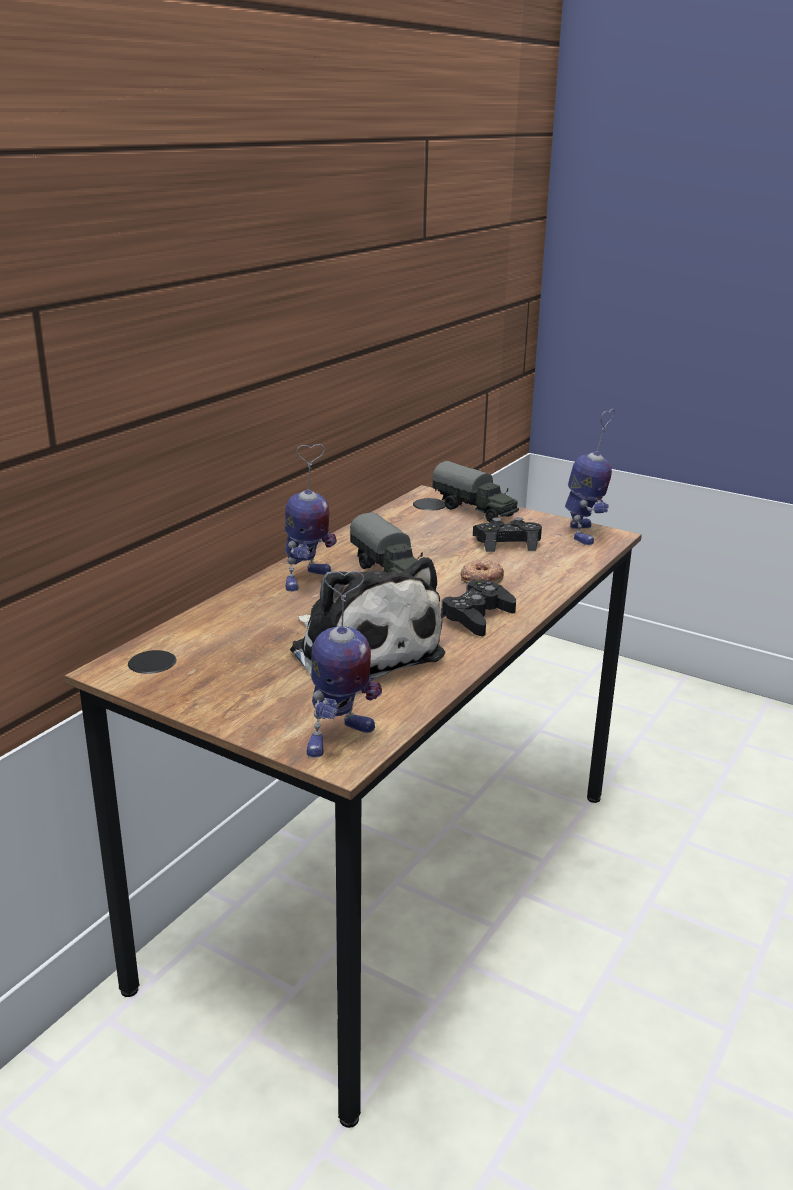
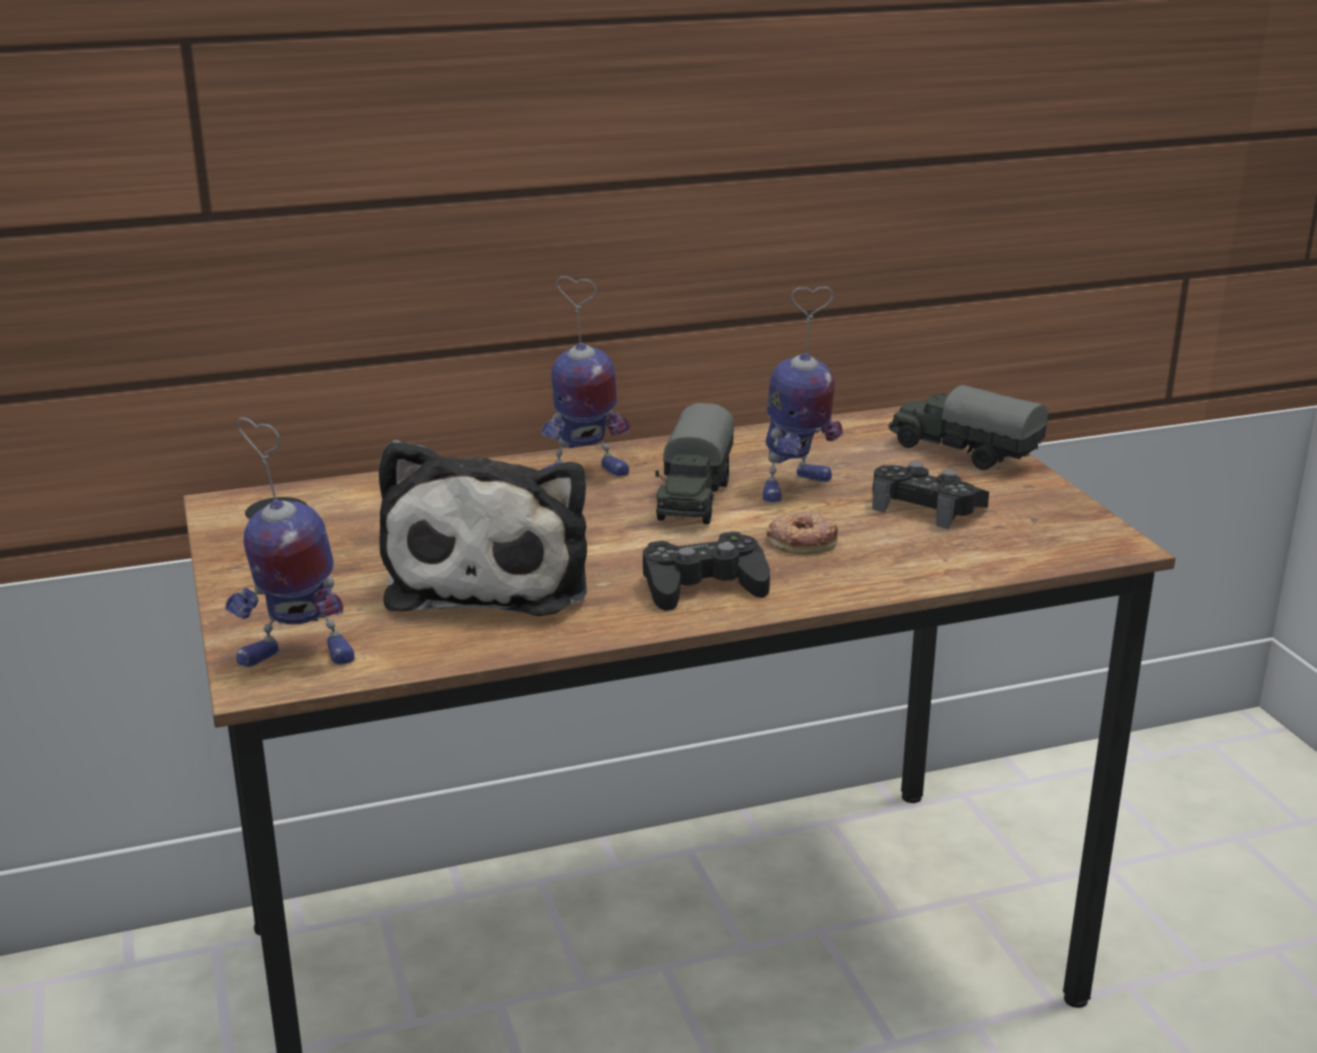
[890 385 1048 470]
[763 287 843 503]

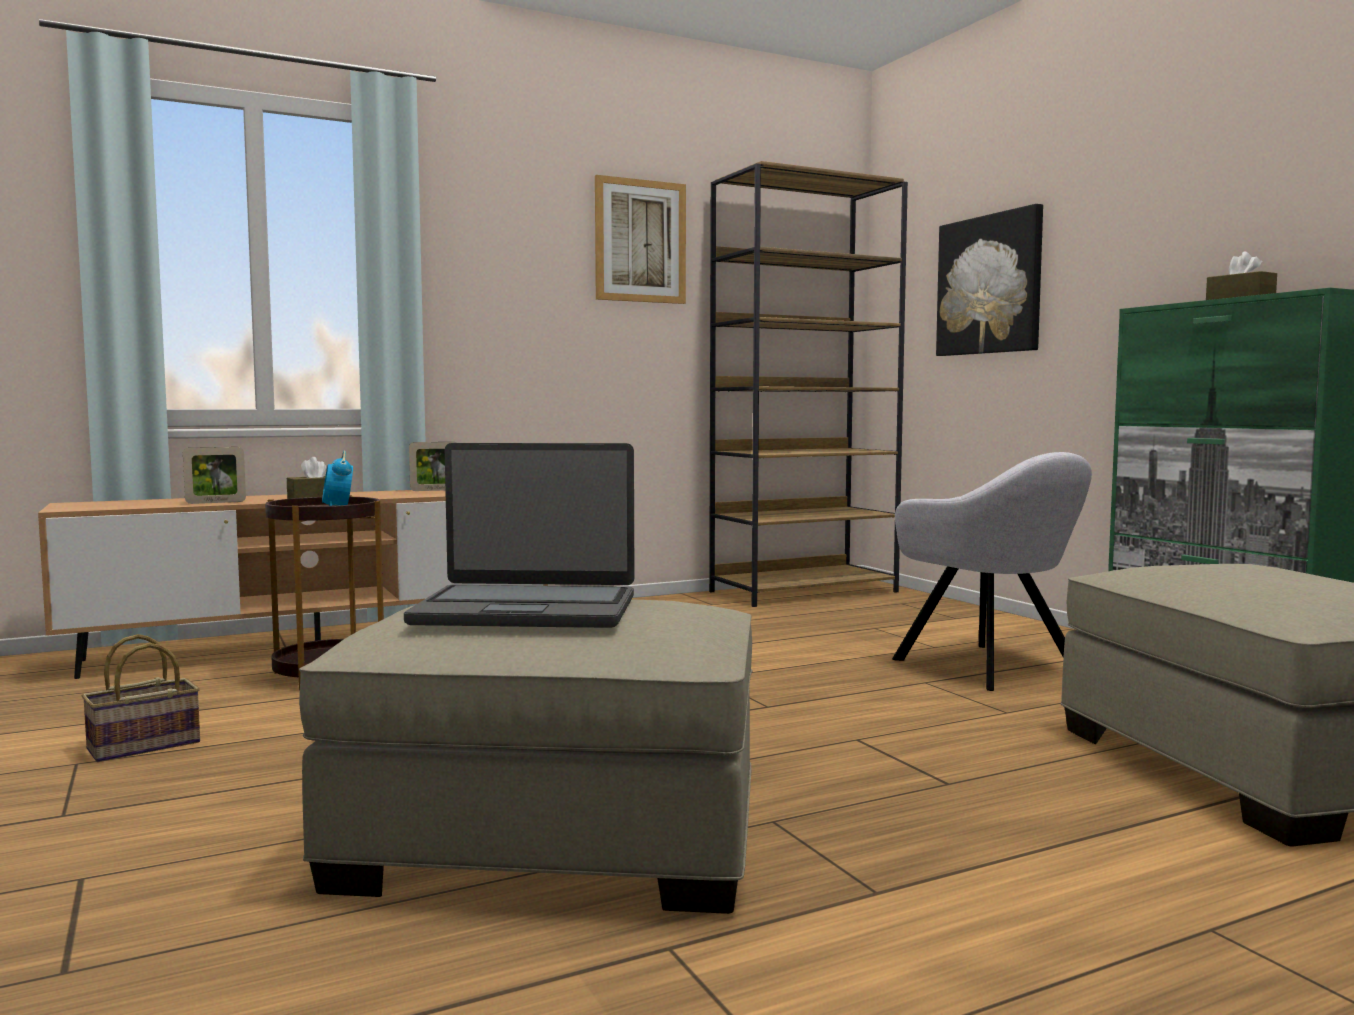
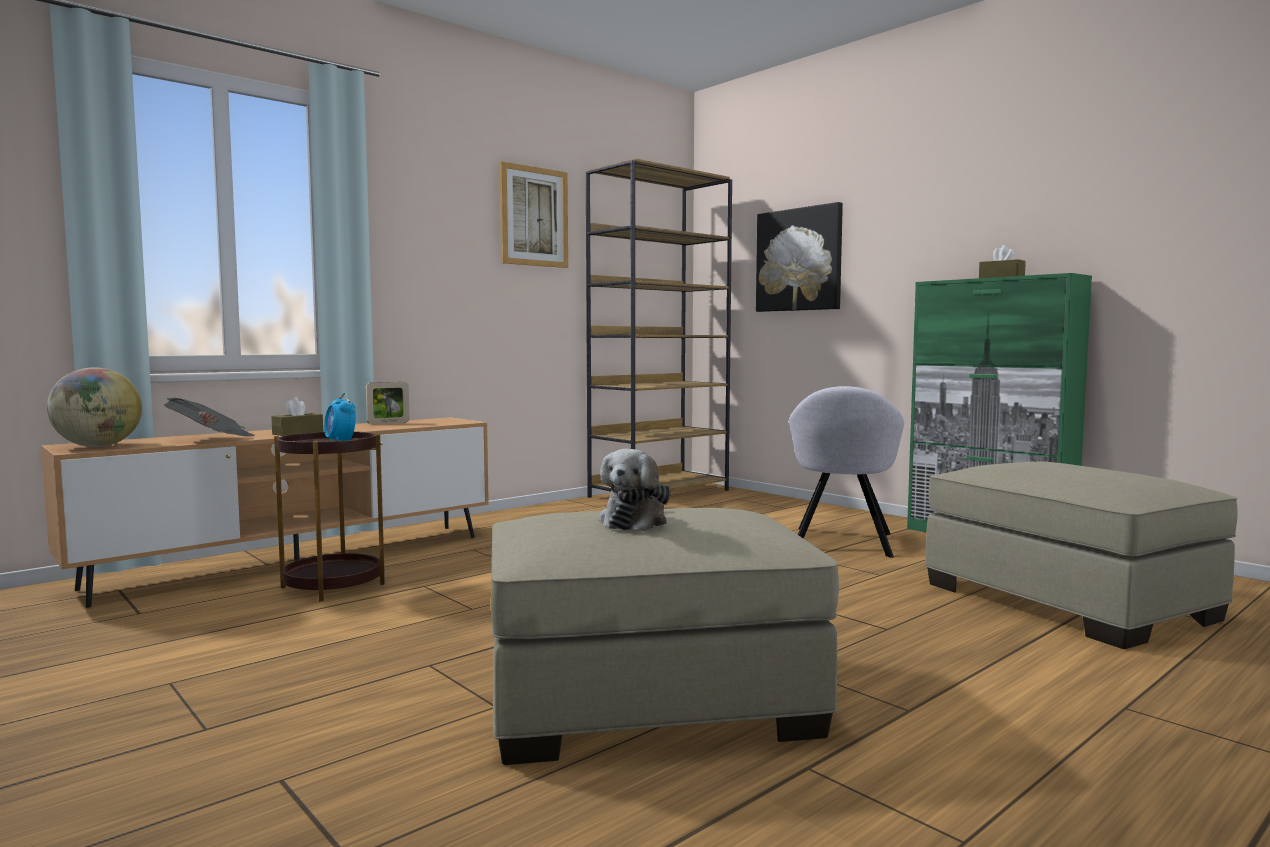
[81 634 200 762] (first image)
[164 398 255 437]
[599 449 671 531]
[789 386 904 558]
[47 367 142 447]

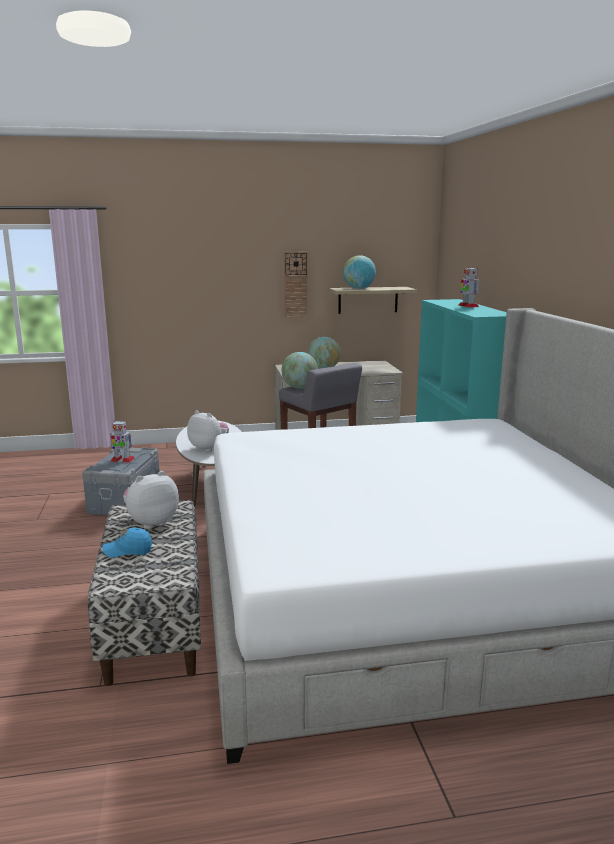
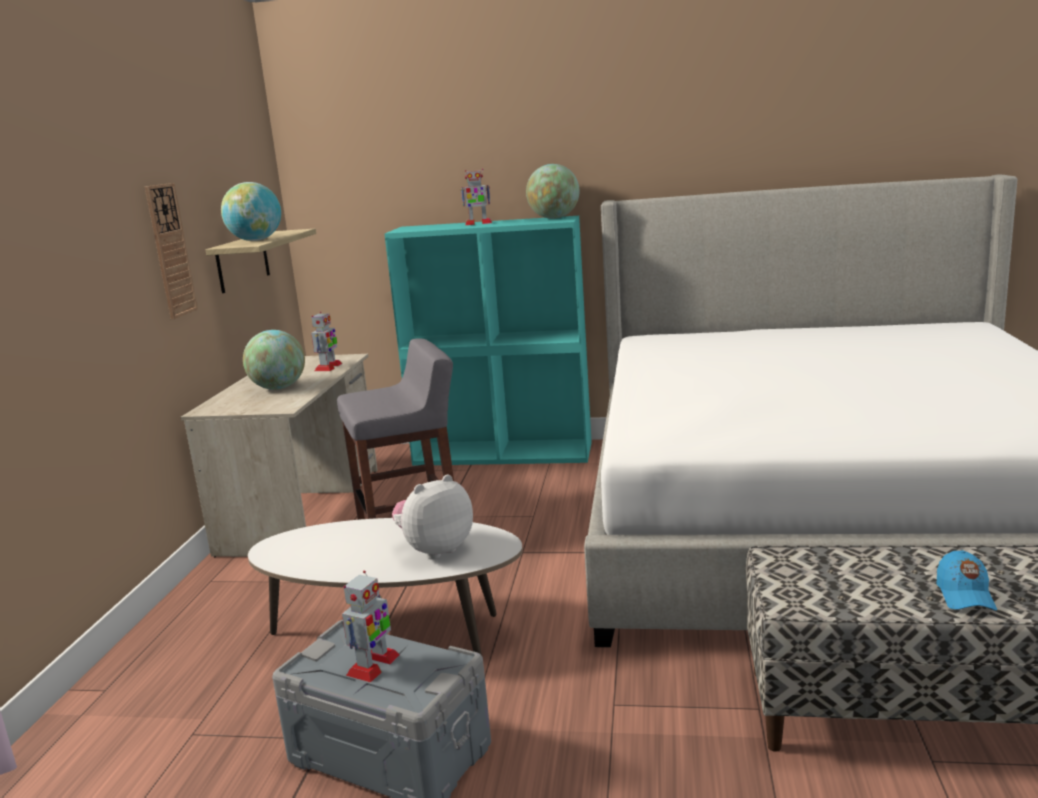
[123 471 179 529] (first image)
[526 164 580 219]
[311 312 342 371]

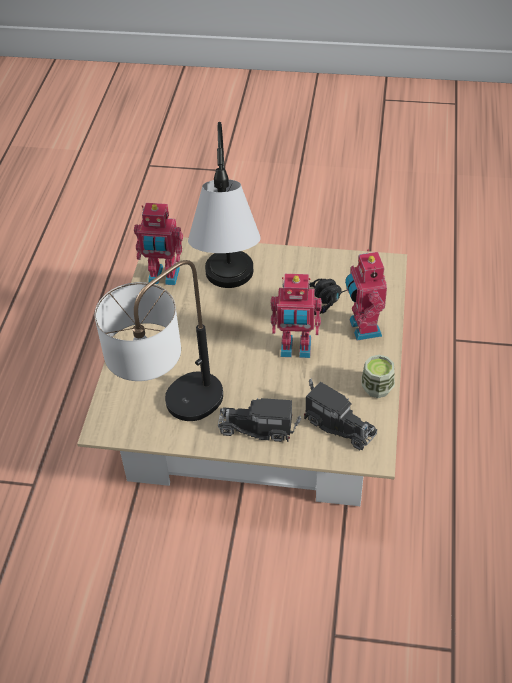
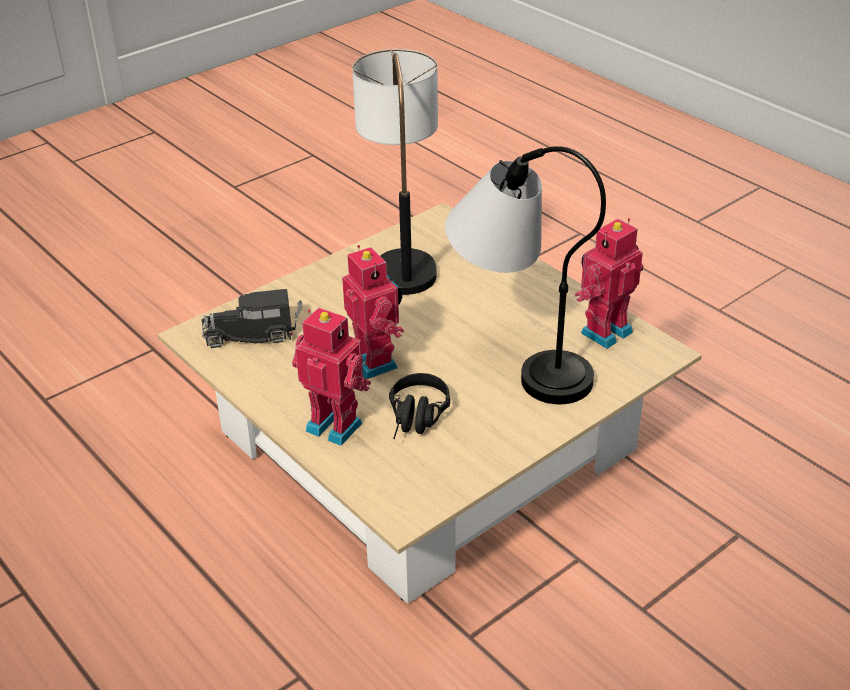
[218 398 301 442] (first image)
[342 245 404 379]
[361 355 395 398] (first image)

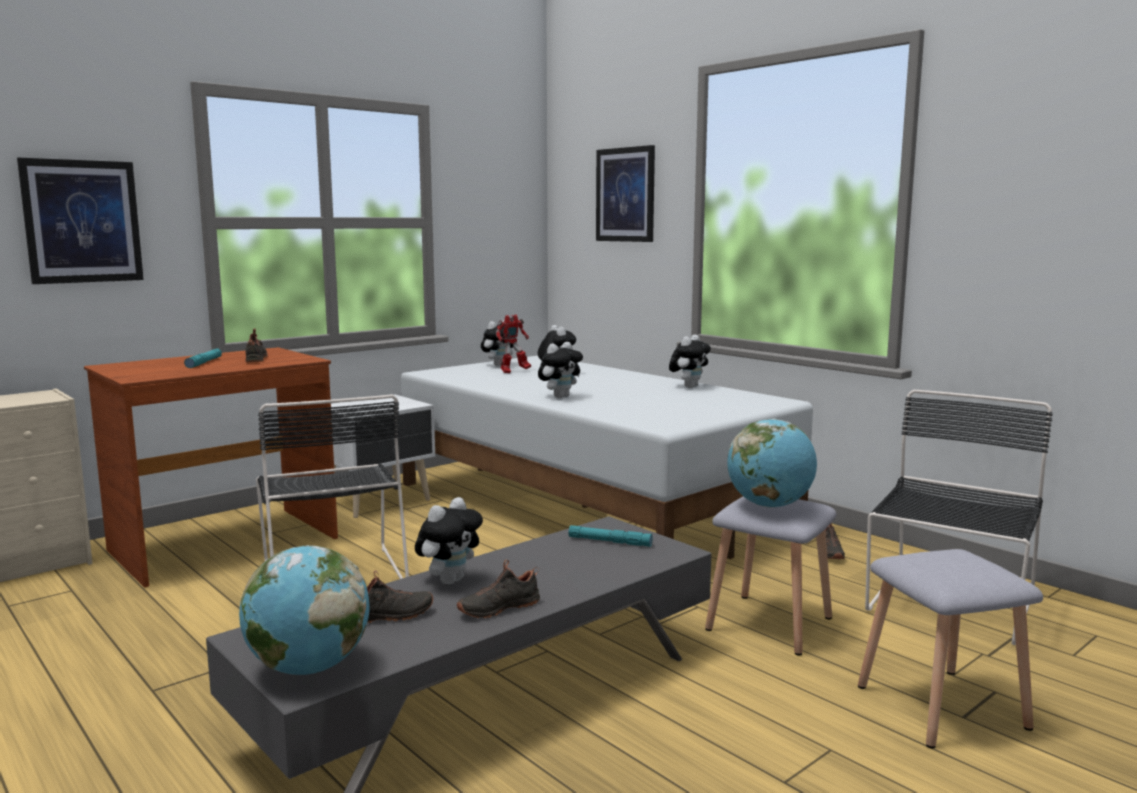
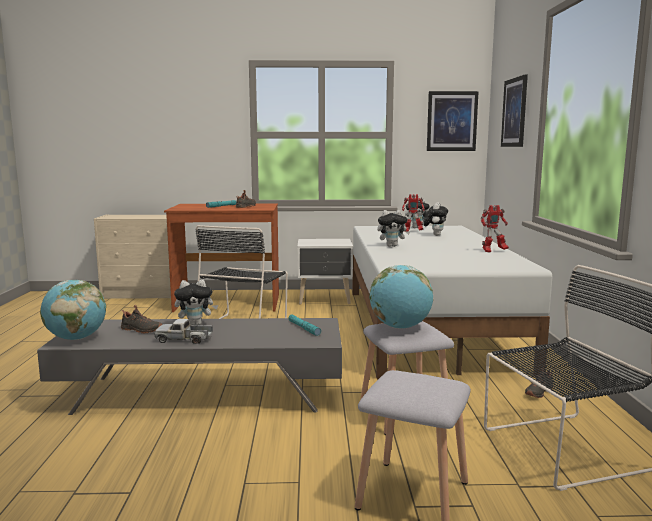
[427 91 479 151]
[154 319 213 344]
[481 205 509 253]

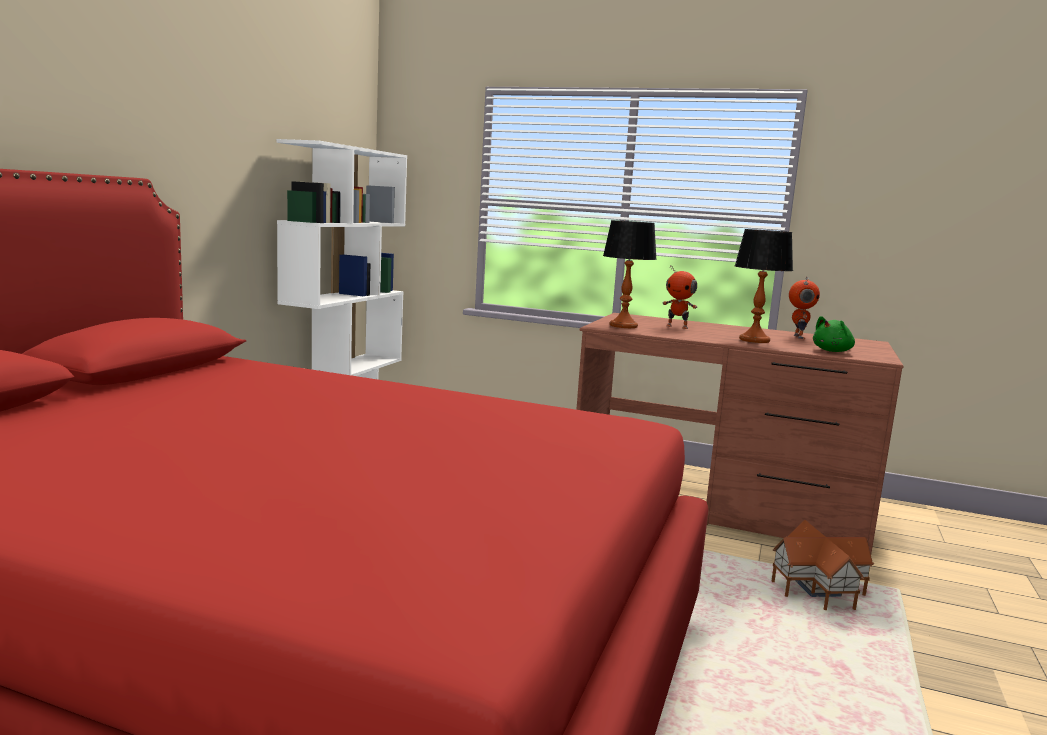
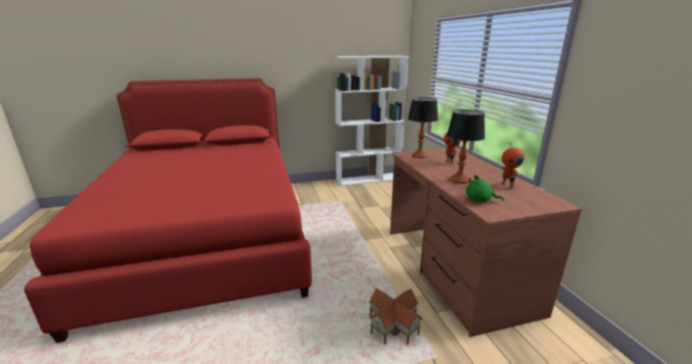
[501 142 524 189]

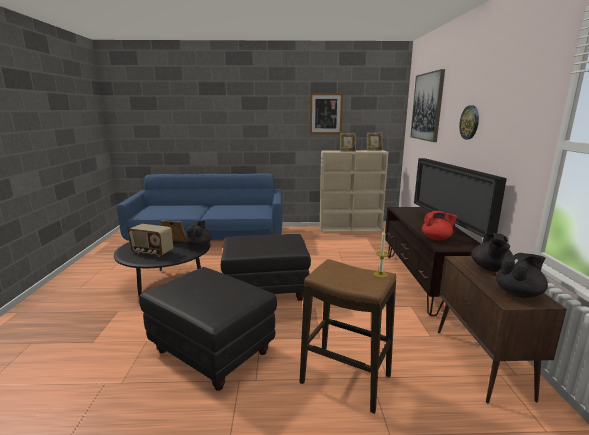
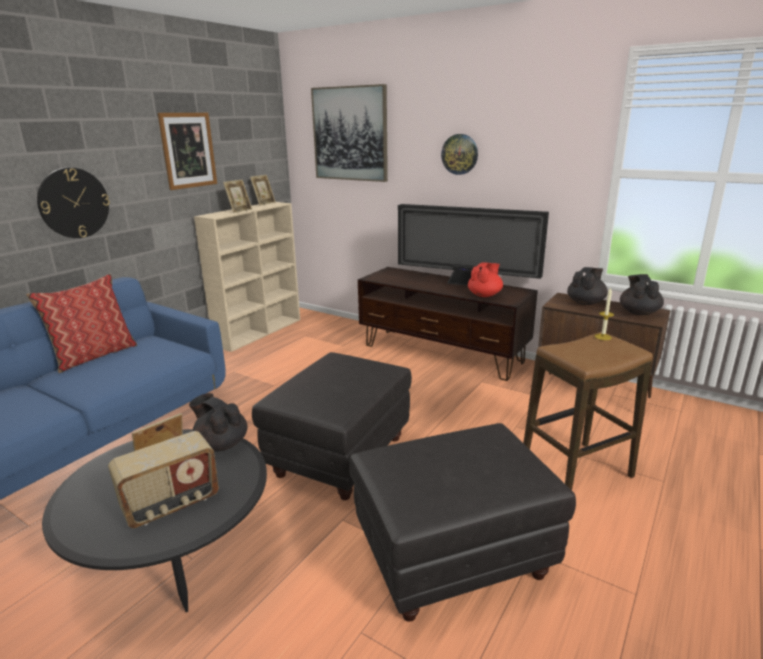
[567 267 608 305]
[26 274 137 373]
[37 168 110 238]

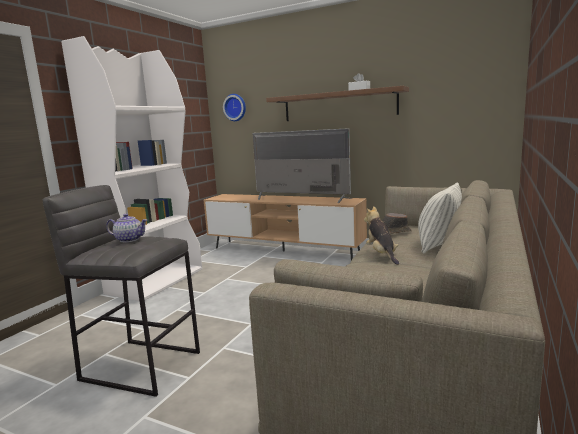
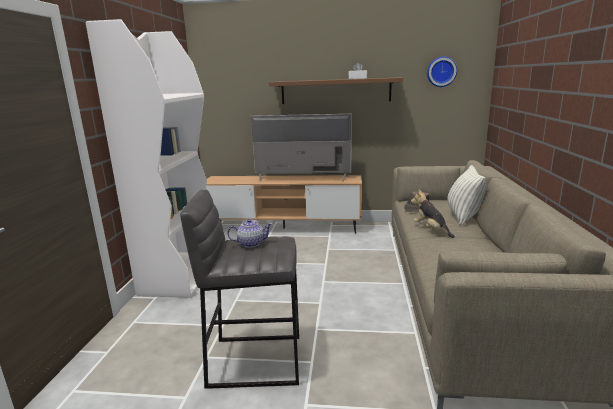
[427 56 457 87]

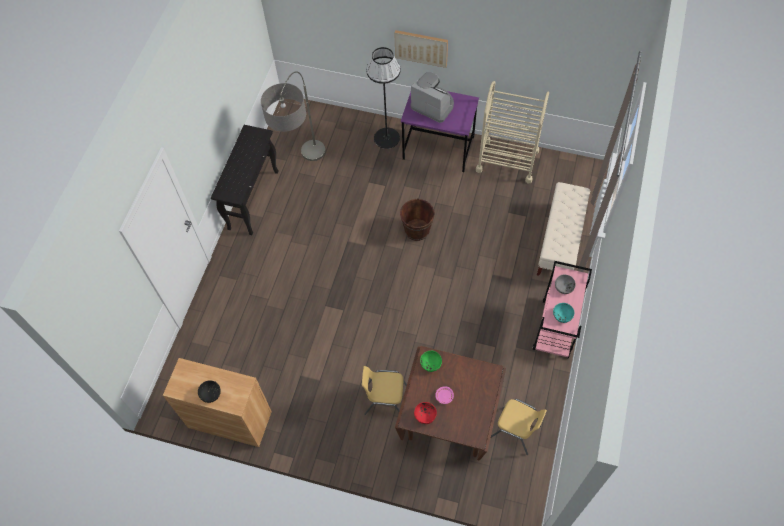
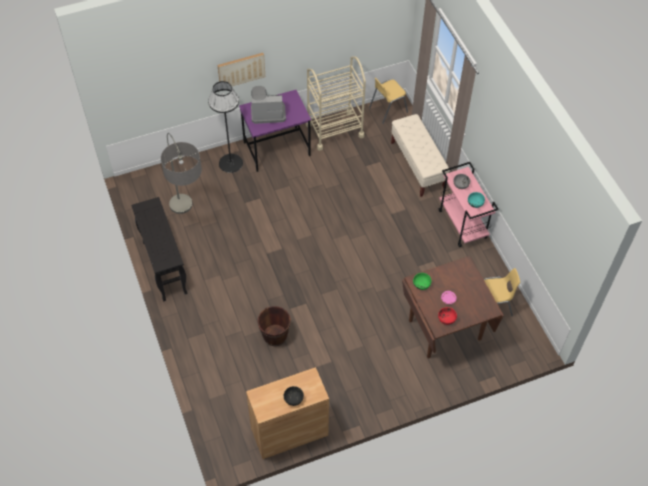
[369 78 408 124]
[258 306 291 346]

